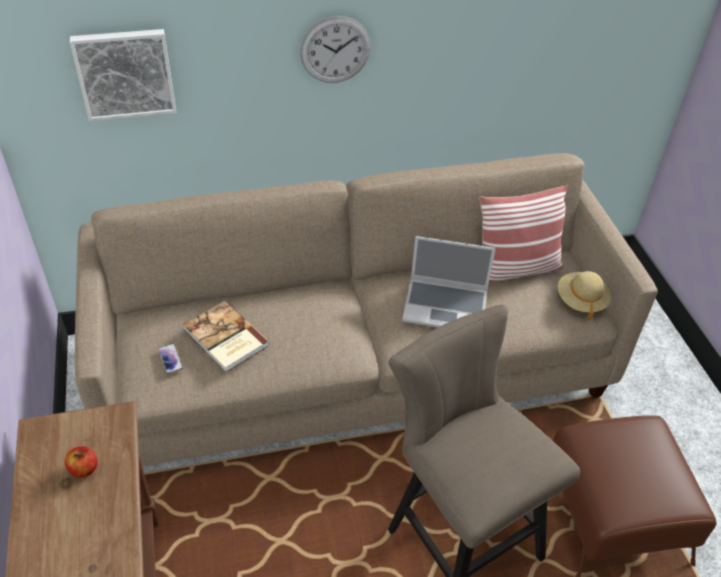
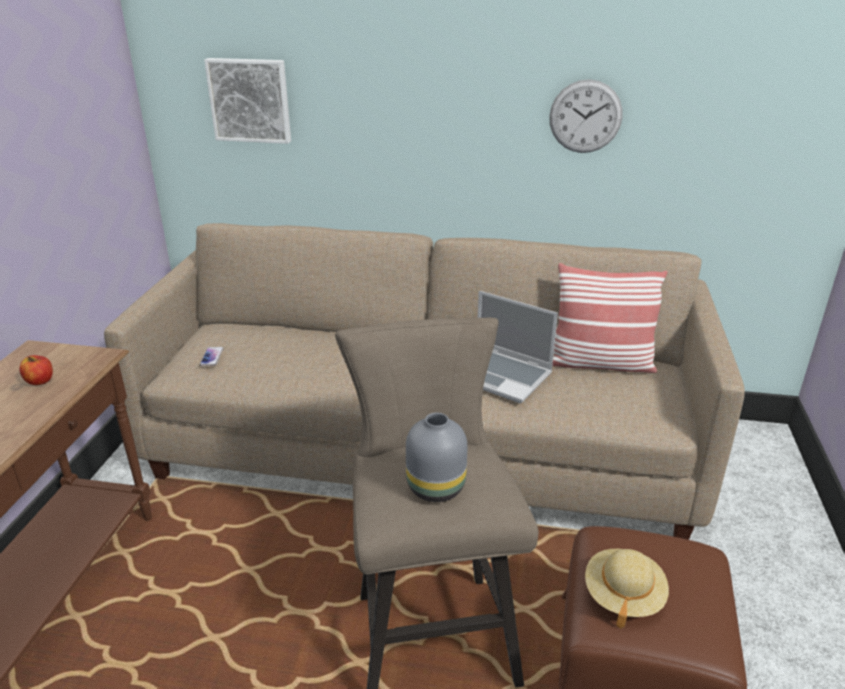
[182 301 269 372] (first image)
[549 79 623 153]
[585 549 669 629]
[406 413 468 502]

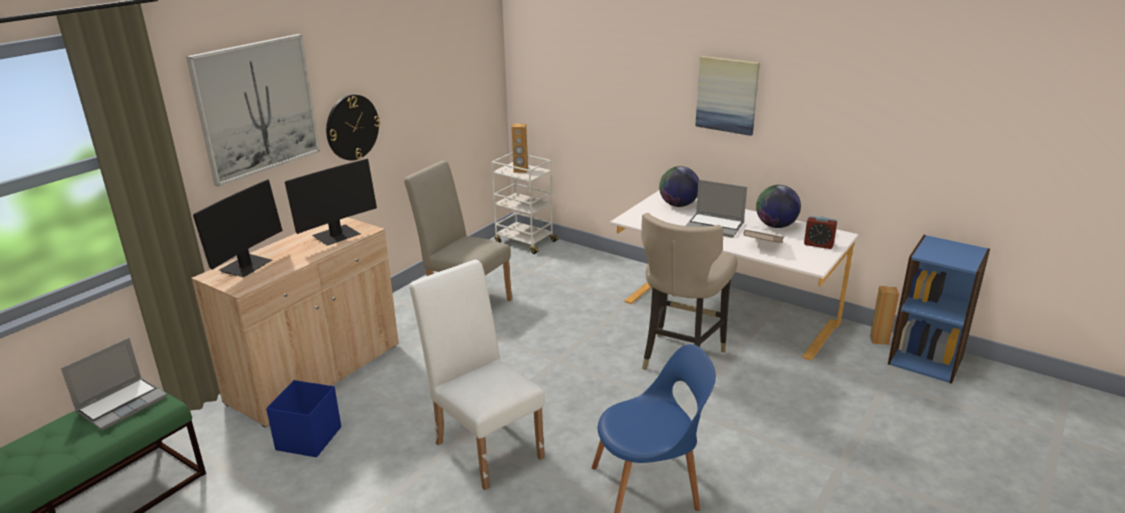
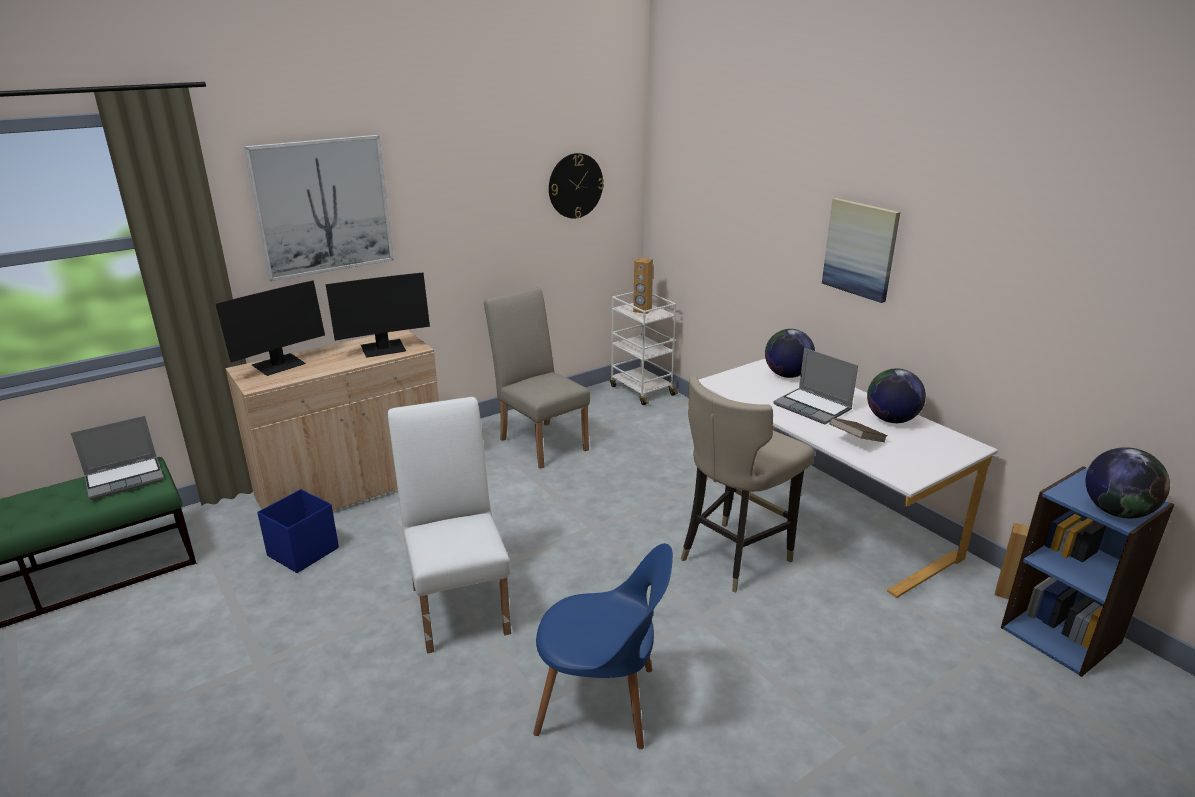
[549 153 604 219]
[804 216 837 249] (first image)
[1085 447 1170 518]

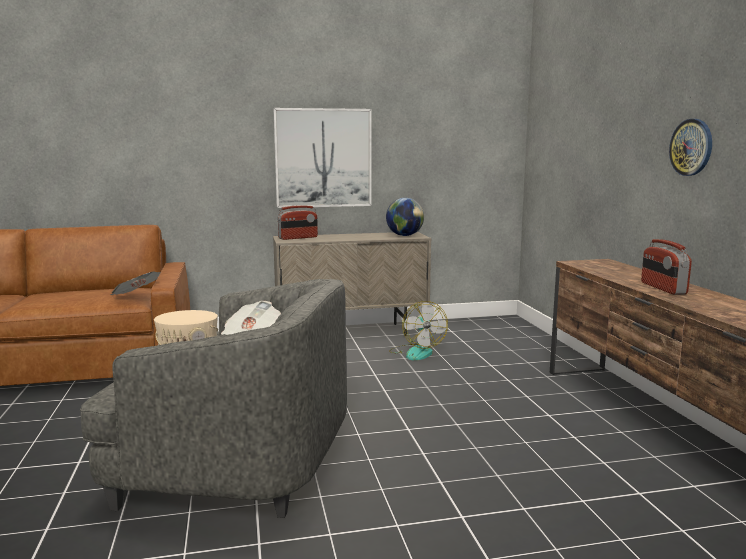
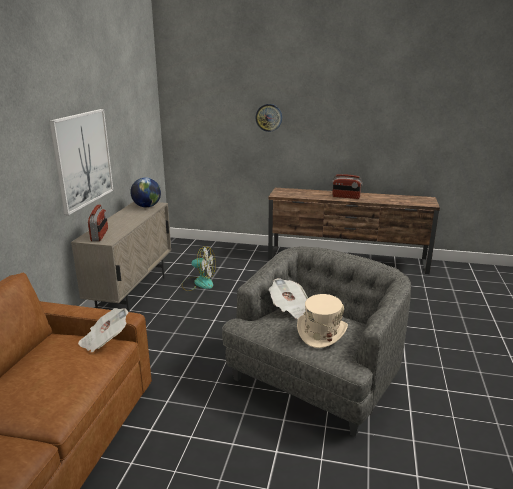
[256 104 282 132]

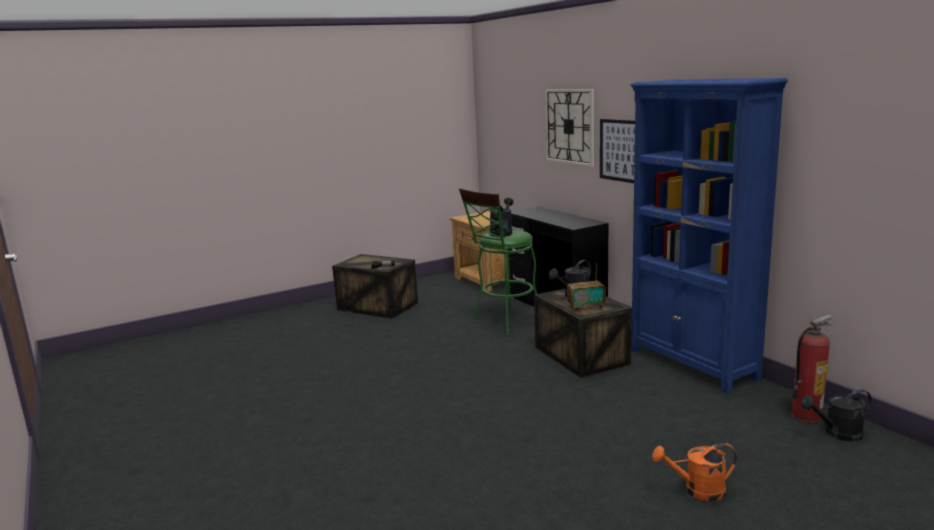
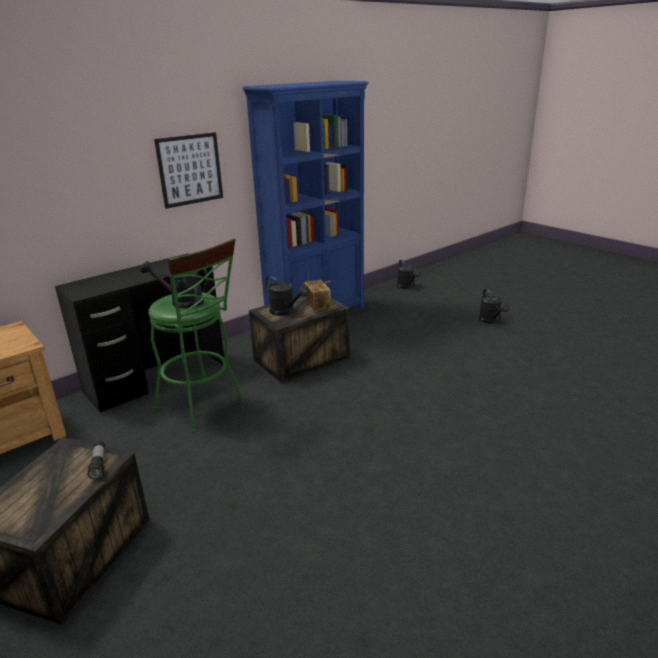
[545 89 594 167] (first image)
[479 289 509 324]
[791 314 834 423] (first image)

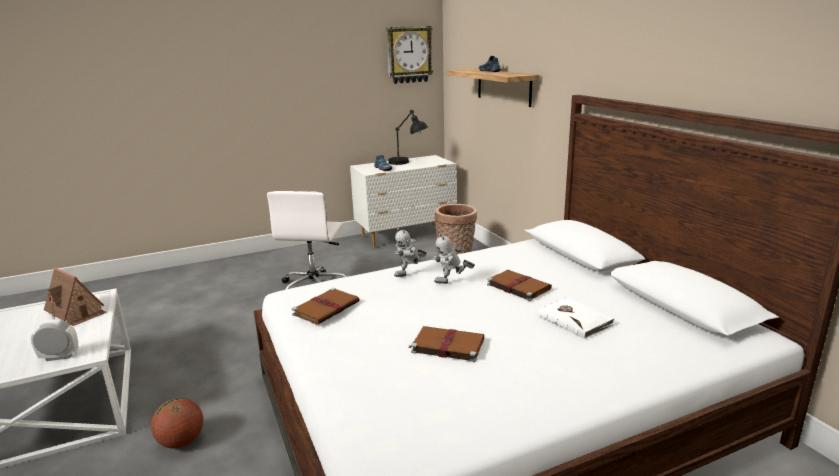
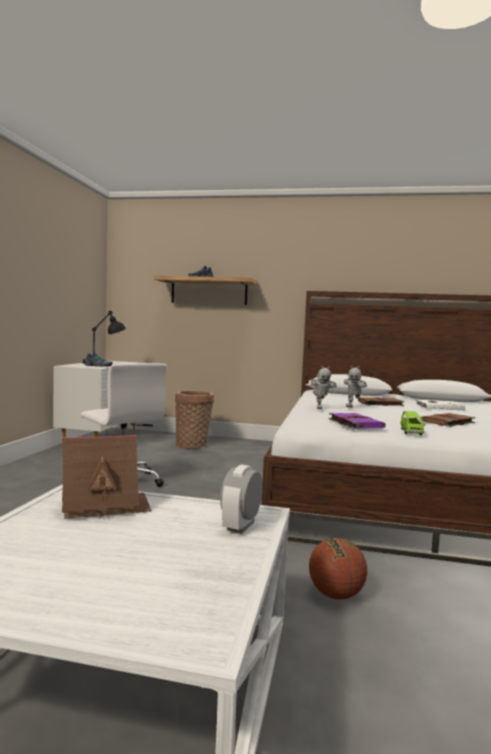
[328 413 386 429]
[386 26 433 84] (first image)
[400 411 425 435]

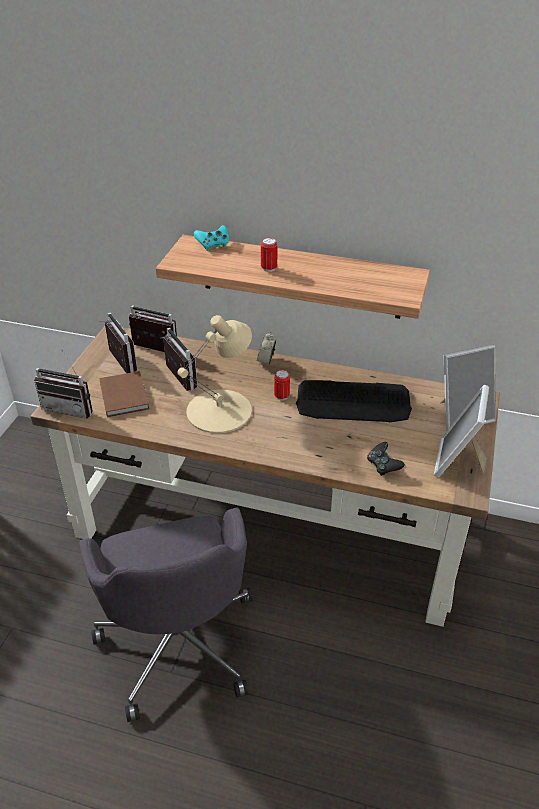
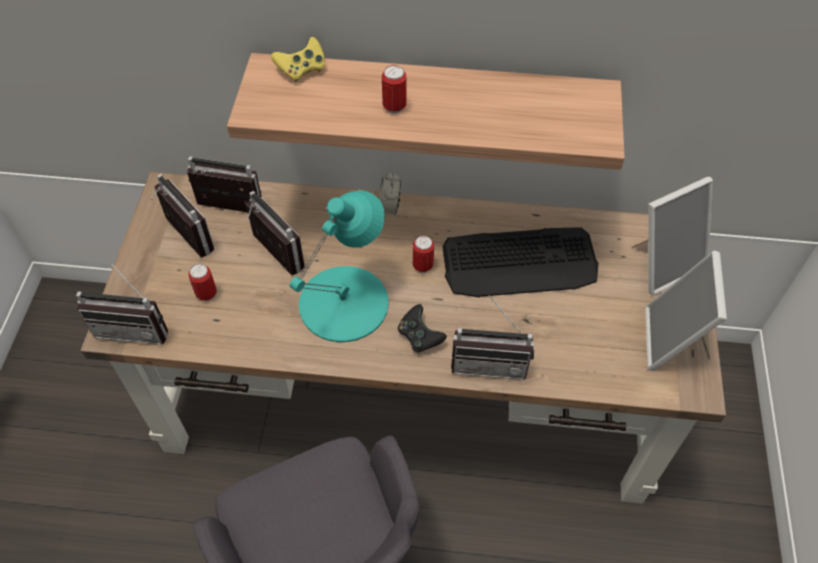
[188 264 217 301]
[289 190 388 342]
[271 37 325 82]
[398 304 447 353]
[451 295 534 380]

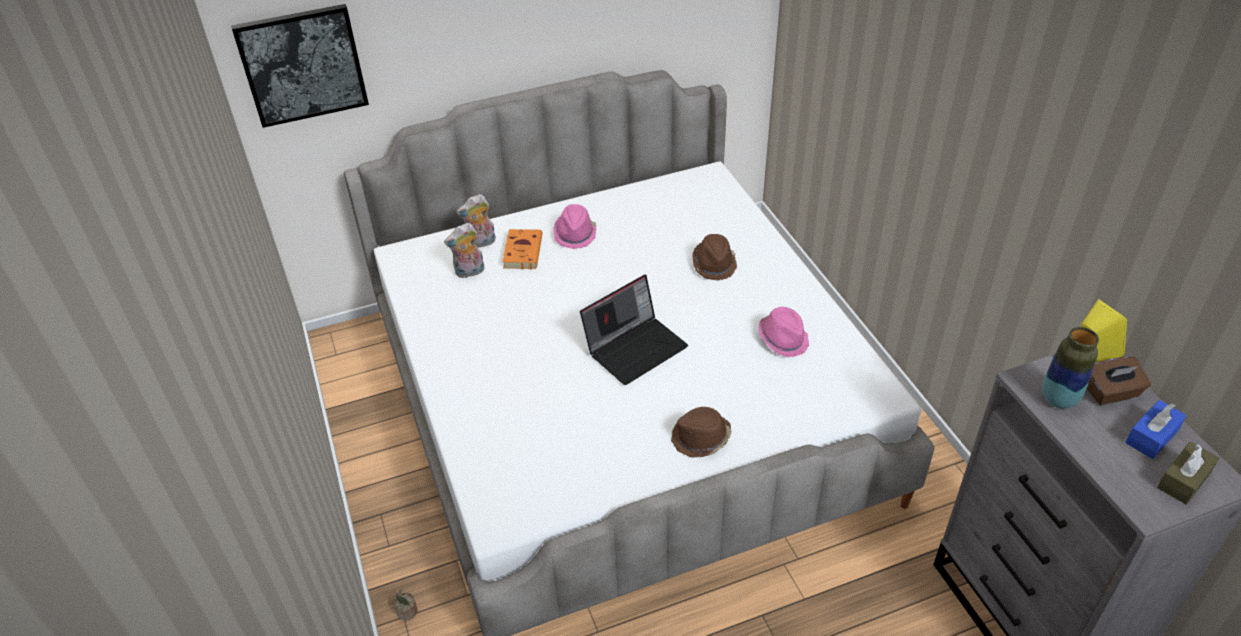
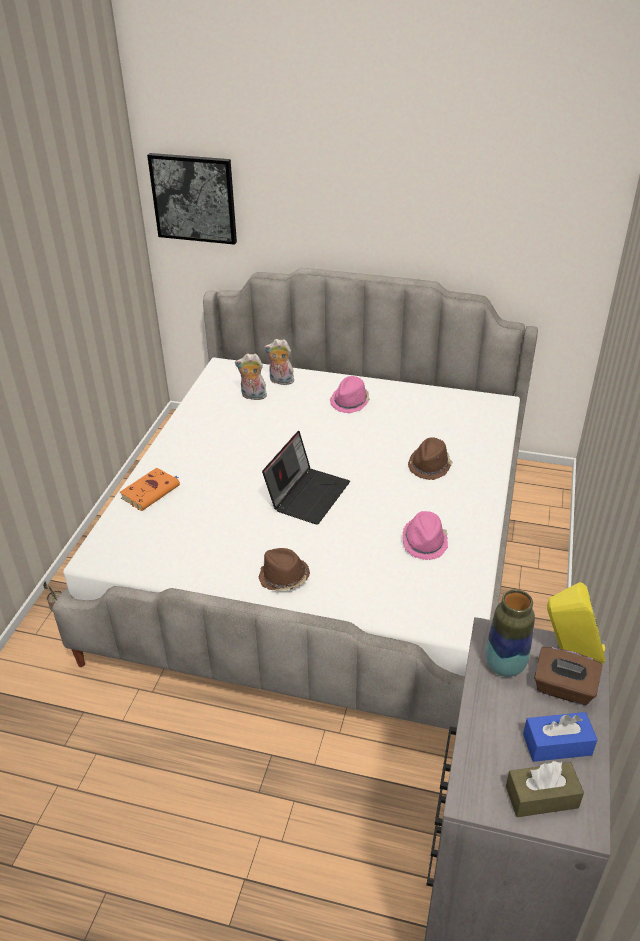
[120 468 180 511]
[262 431 350 525]

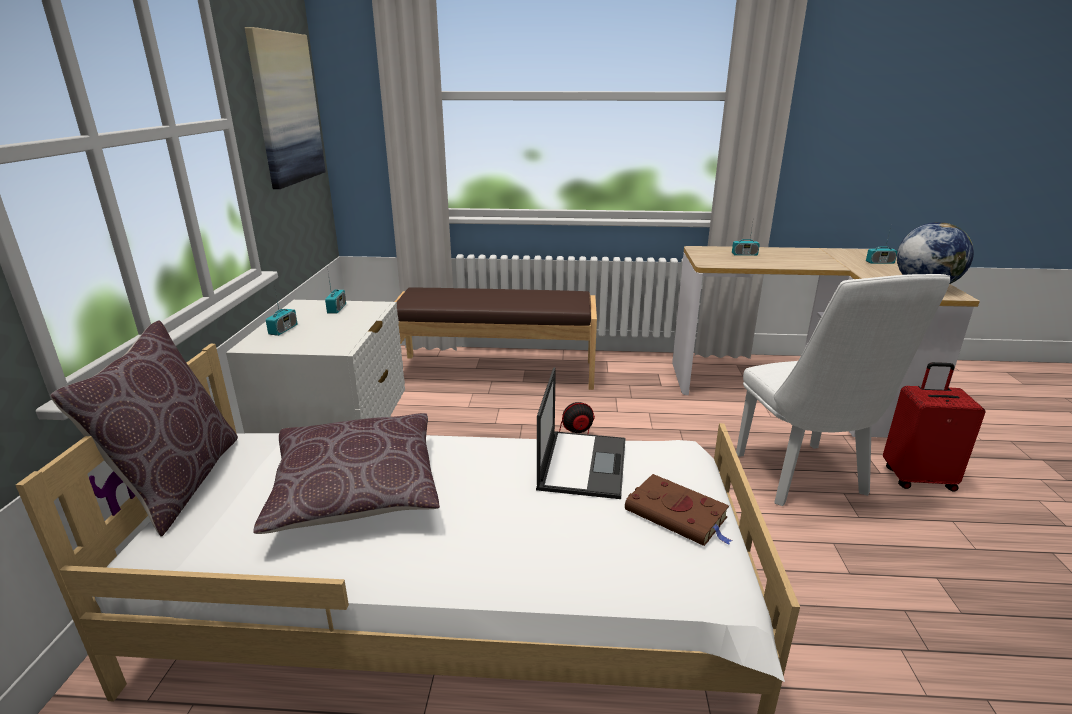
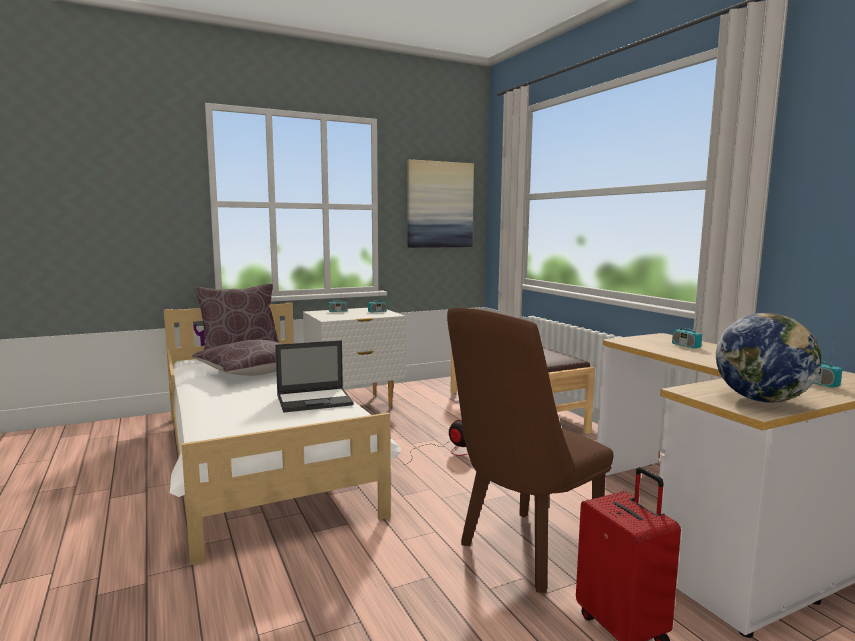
[625 474 732 546] (first image)
[447 308 614 593]

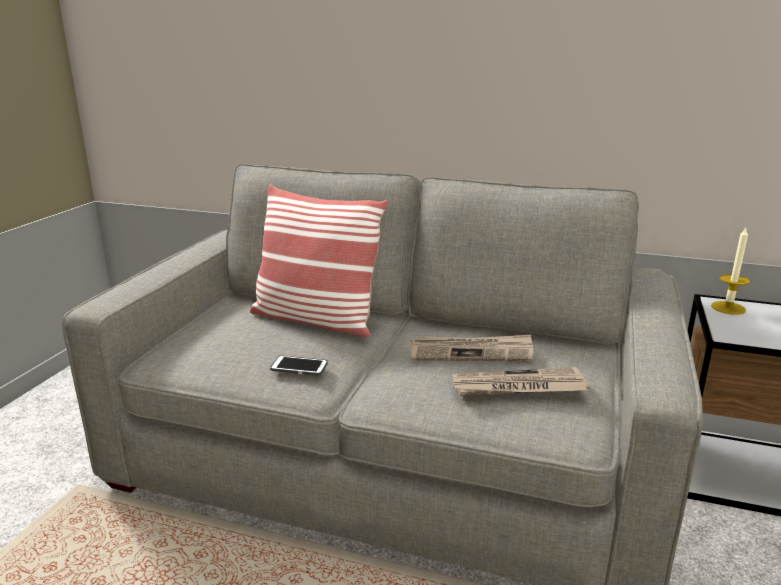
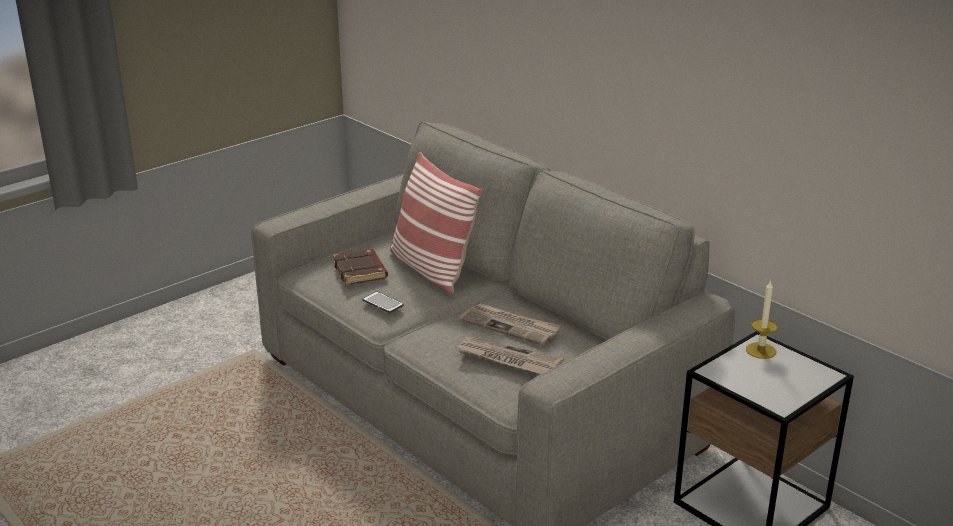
[333 249 388 285]

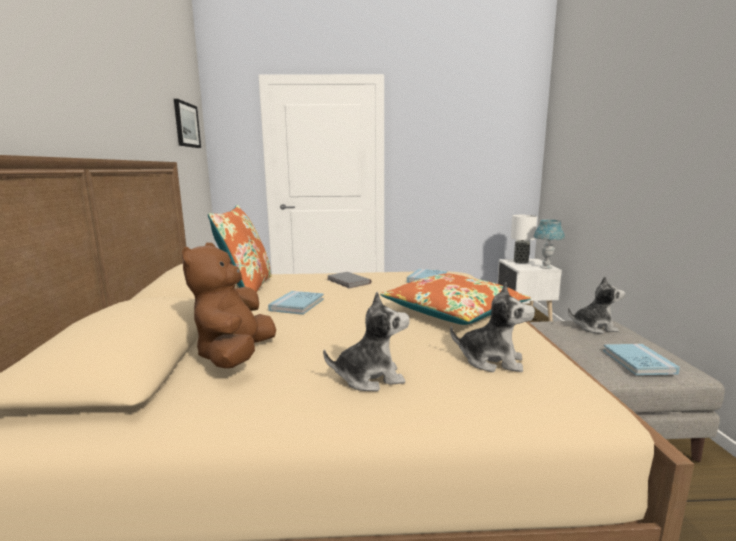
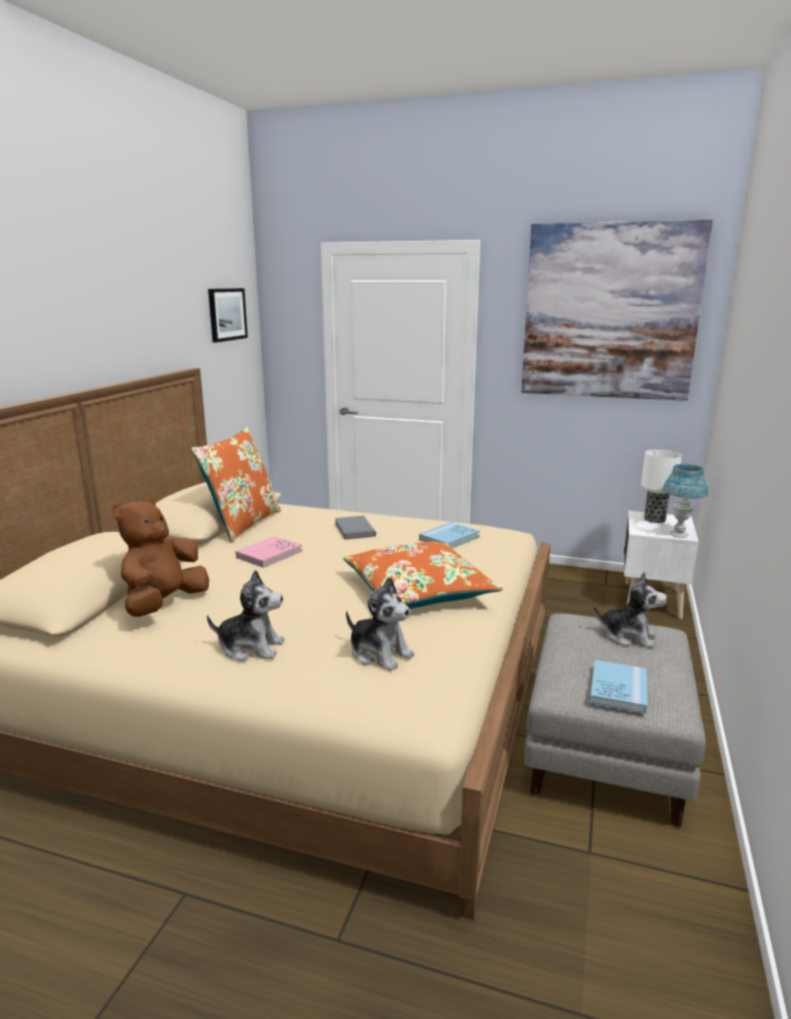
[235 536 303 568]
[521 219 713 401]

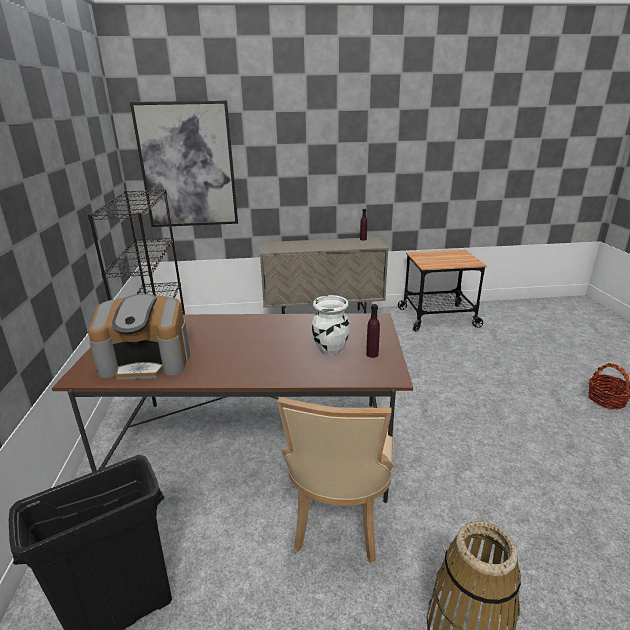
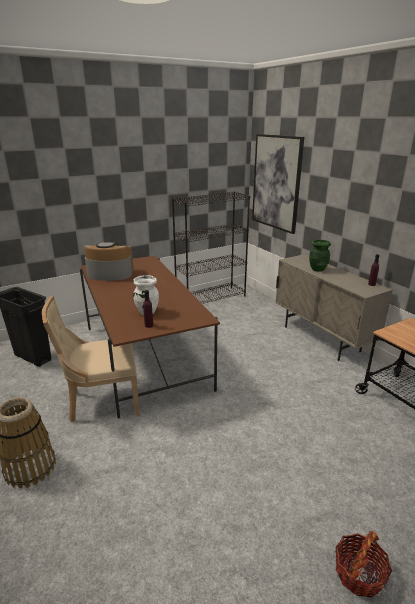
[84 242 134 281]
[309 240 331 272]

